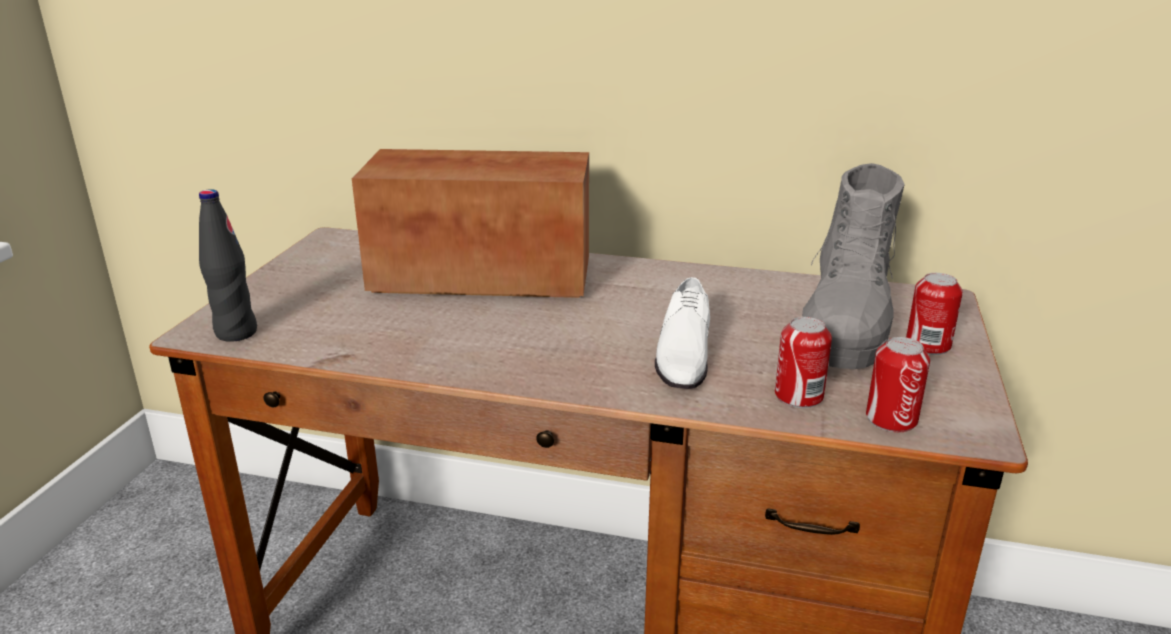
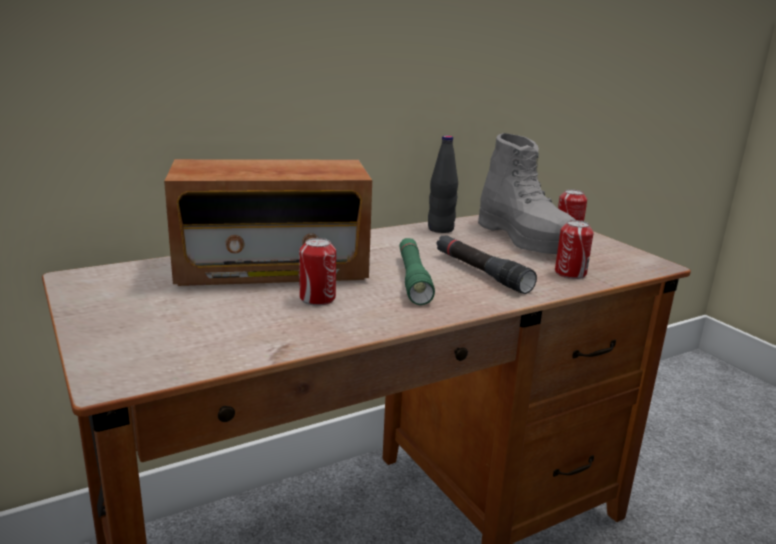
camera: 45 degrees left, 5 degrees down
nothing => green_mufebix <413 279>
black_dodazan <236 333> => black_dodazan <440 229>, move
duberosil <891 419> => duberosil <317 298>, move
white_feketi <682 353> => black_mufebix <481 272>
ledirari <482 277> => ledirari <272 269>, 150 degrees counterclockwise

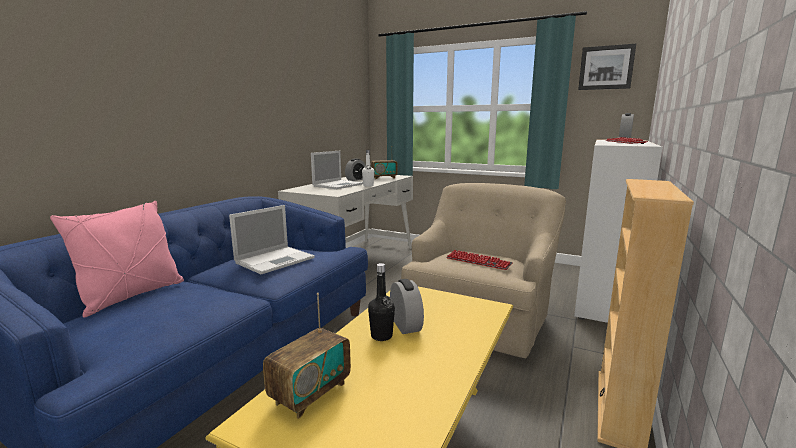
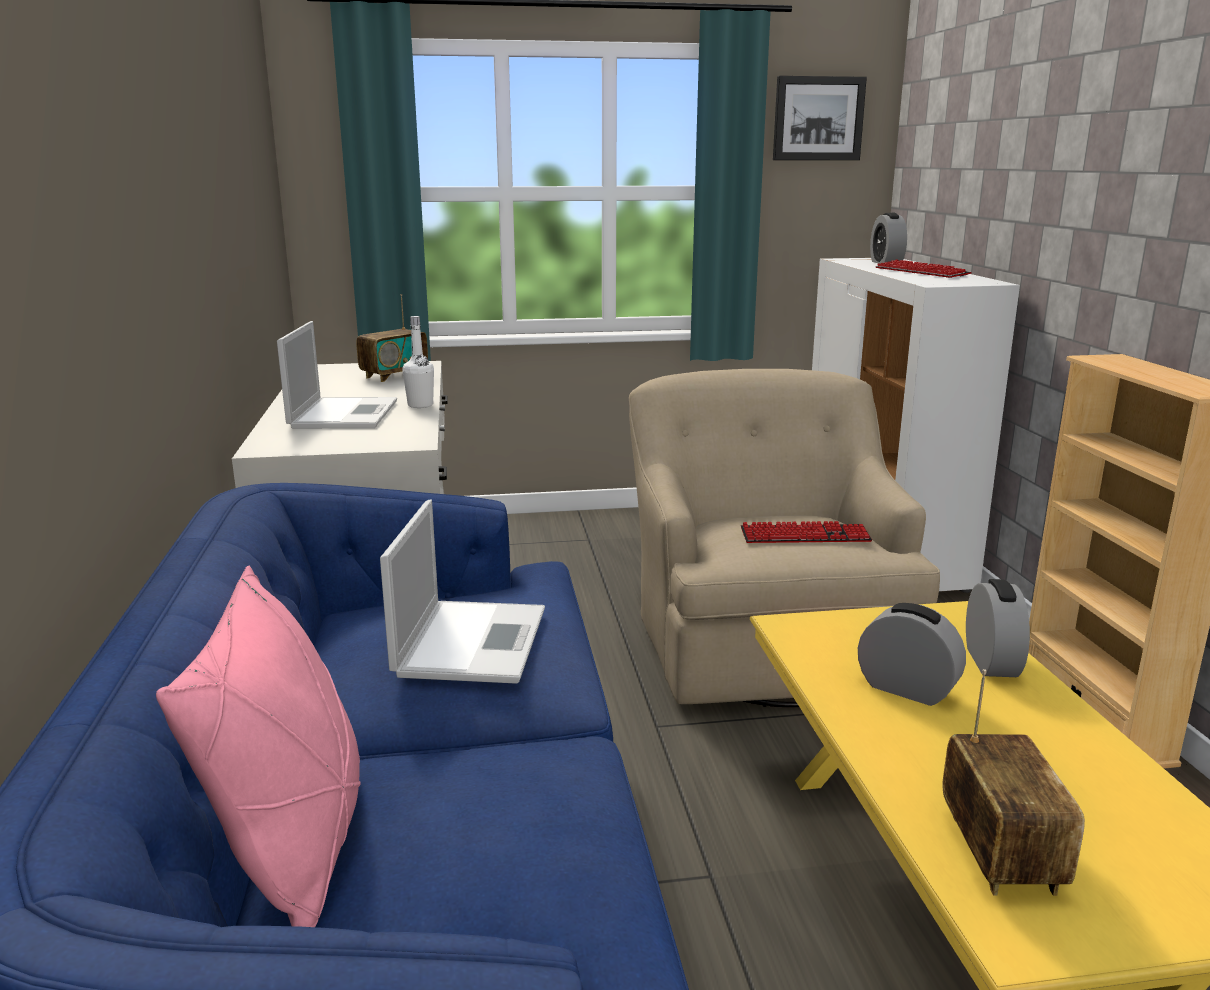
camera: 35 degrees left, 5 degrees up
black_dodazan <381 336> => nothing
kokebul <356 179> => kokebul <991 662>, move

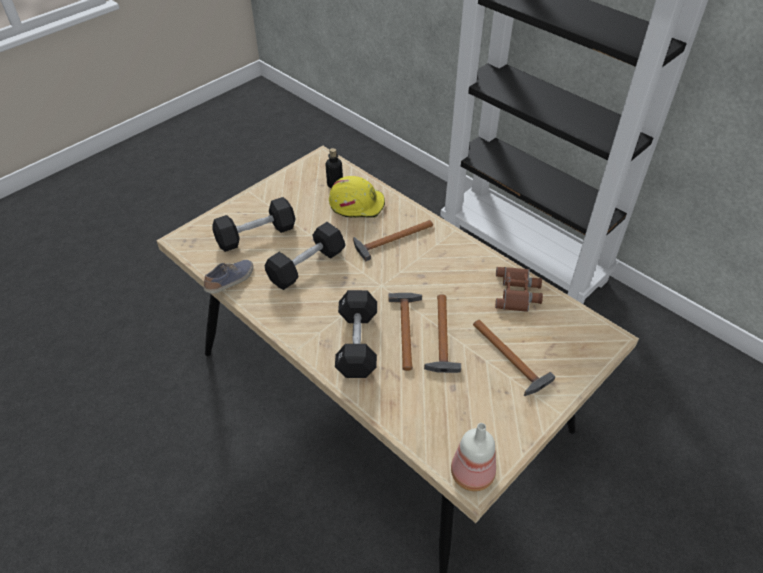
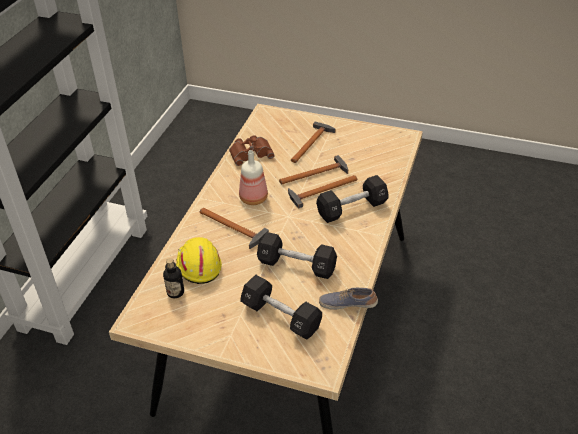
camera: 115 degrees left, 5 degrees down
dodazan <472 473> => dodazan <252 198>, move

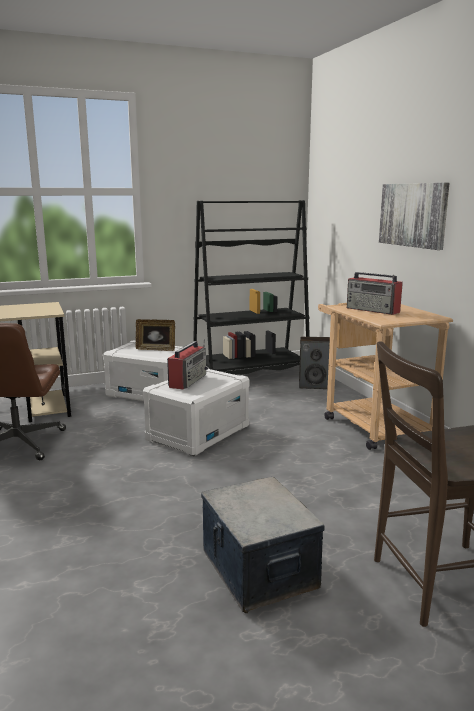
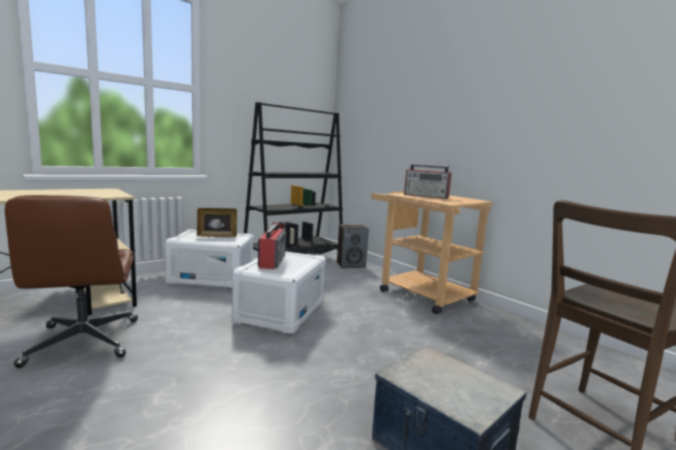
camera: 20 degrees left, 5 degrees down
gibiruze <413 215> => nothing

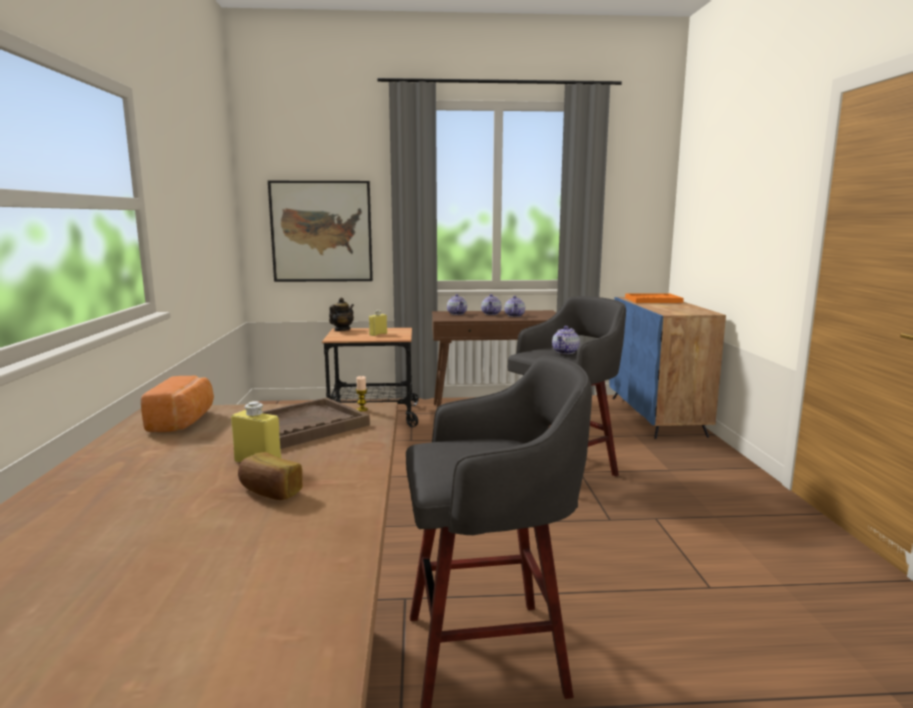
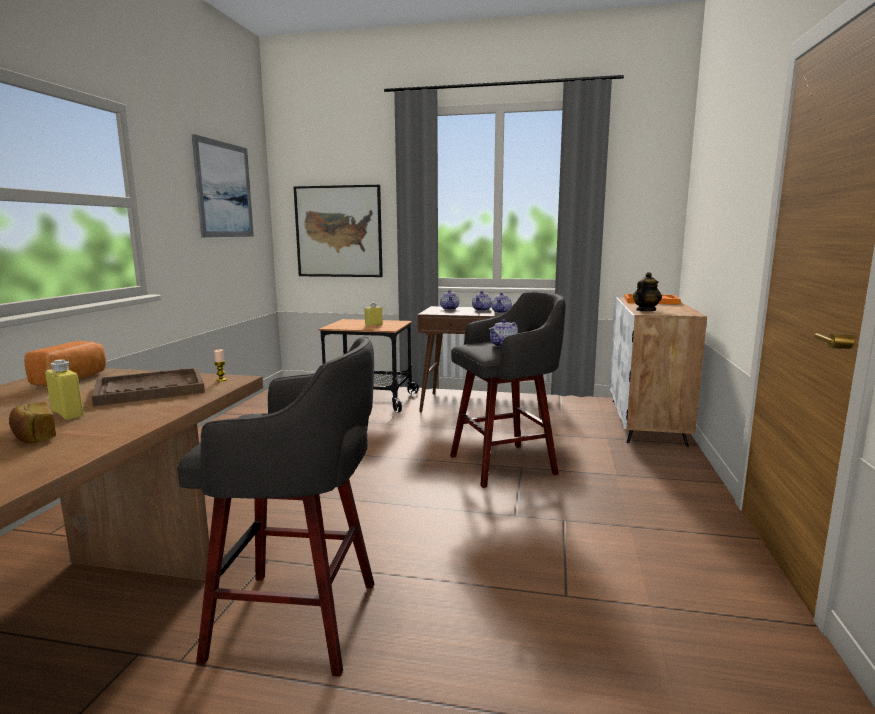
camera: 15 degrees right, 0 degrees up
nothing => gibiruze <224 190>
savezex <342 330> => savezex <645 311>, move
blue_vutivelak <656 416> => white_vutivelak <646 421>

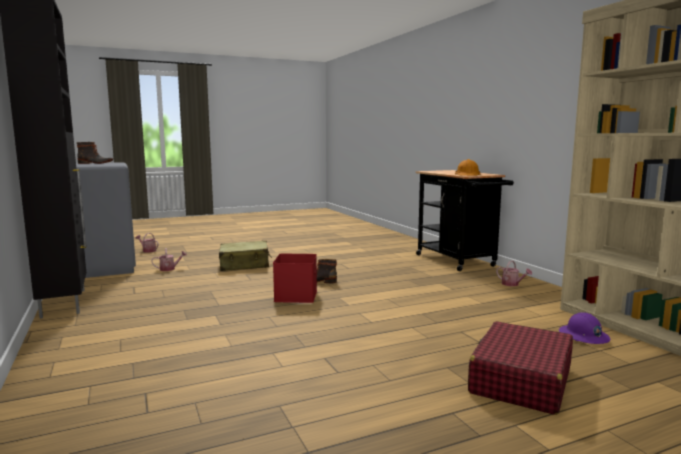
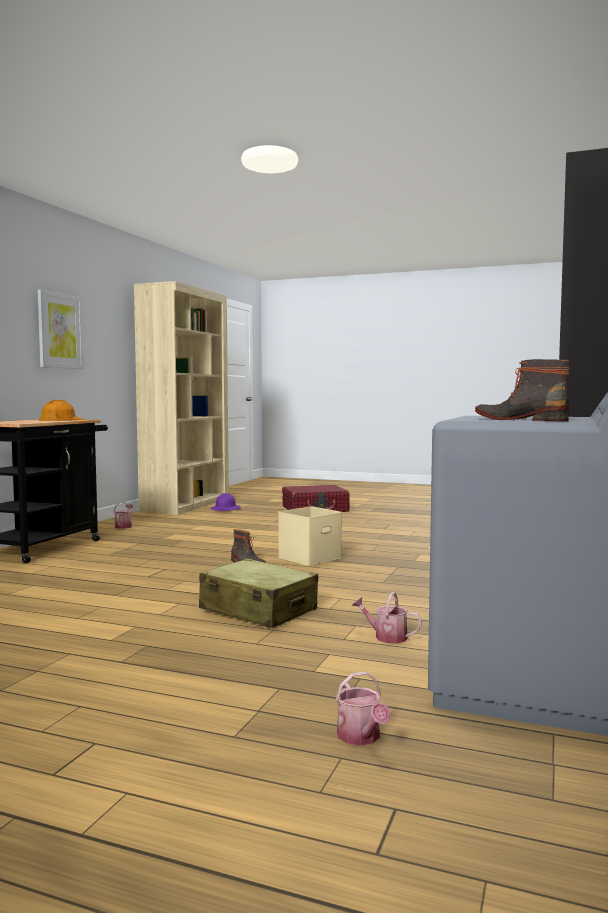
camera: 135 degrees left, 5 degrees down
nothing => gibiruze <60 331>
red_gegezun <295 295> => beige_gegezun <309 558>

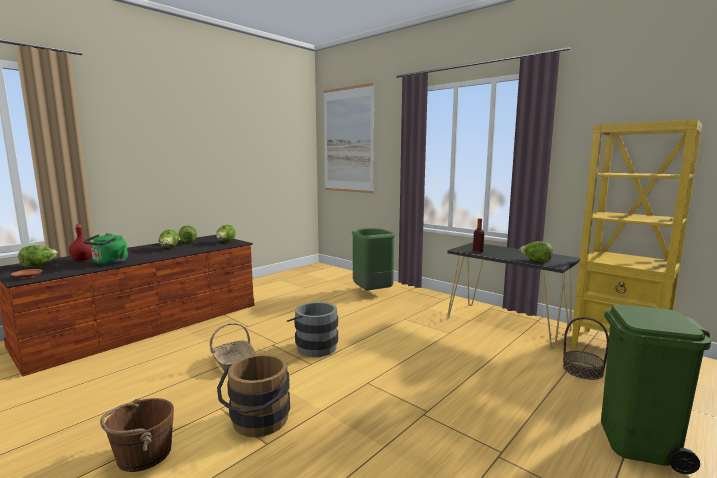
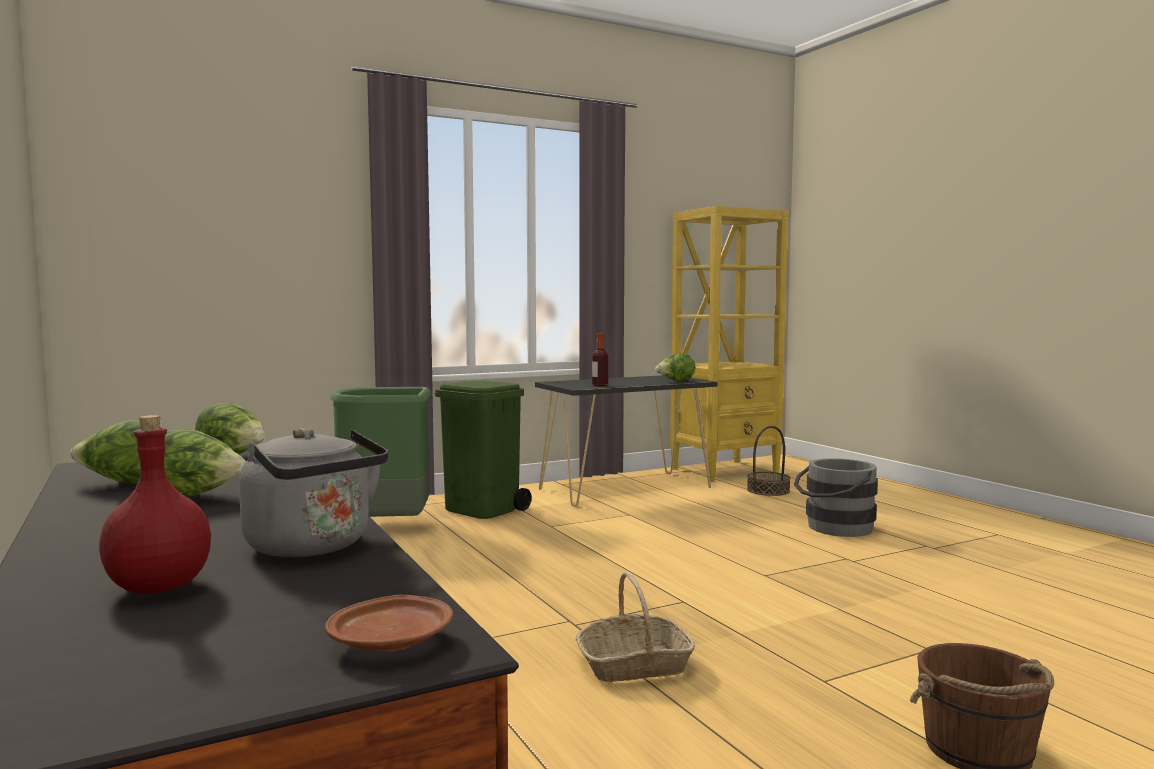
camera: 70 degrees left, 5 degrees down
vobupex <39 266> => nothing
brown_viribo <258 423> => nothing
gibiruze <348 140> => nothing
grey_viribo <314 346> => grey_viribo <835 528>, move
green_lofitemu <638 443> => green_lofitemu <483 510>, move
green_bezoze <109 263> => grey_bezoze <314 547>

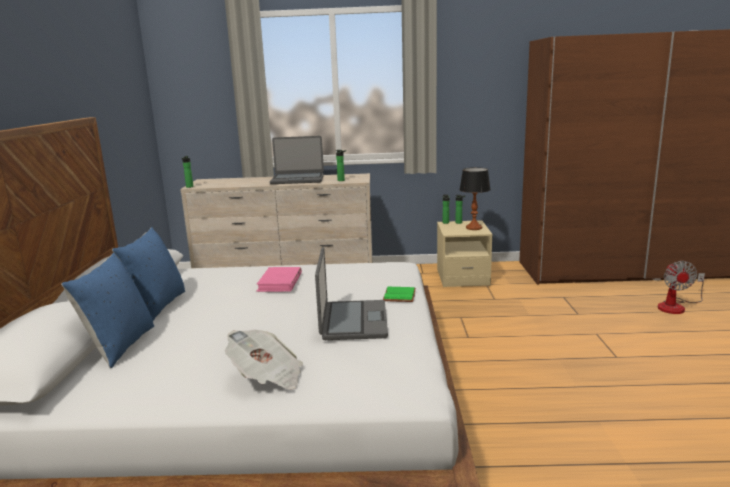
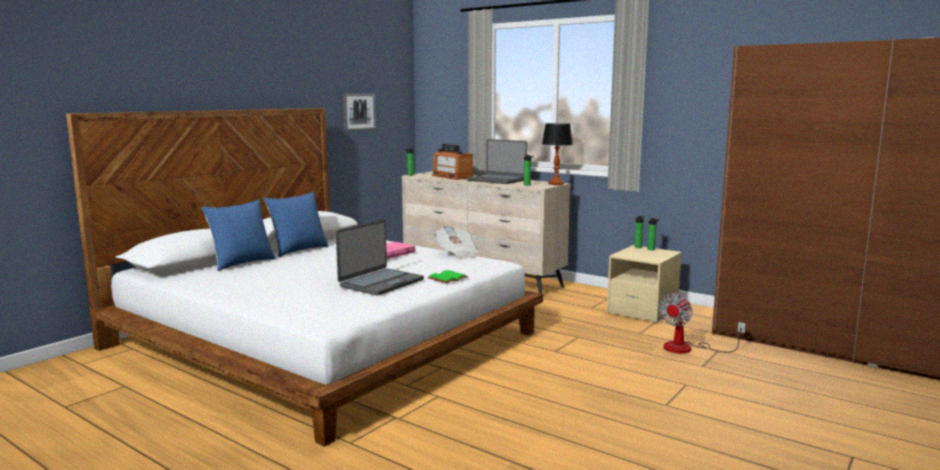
camera: 35 degrees right, 5 degrees down
nothing => gibiruze <358 111>
nothing => ledirari <452 176>
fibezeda <267 377> => fibezeda <457 254>, move
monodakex <474 228> => monodakex <556 183>, move
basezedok <676 306> => basezedok <688 348>, move

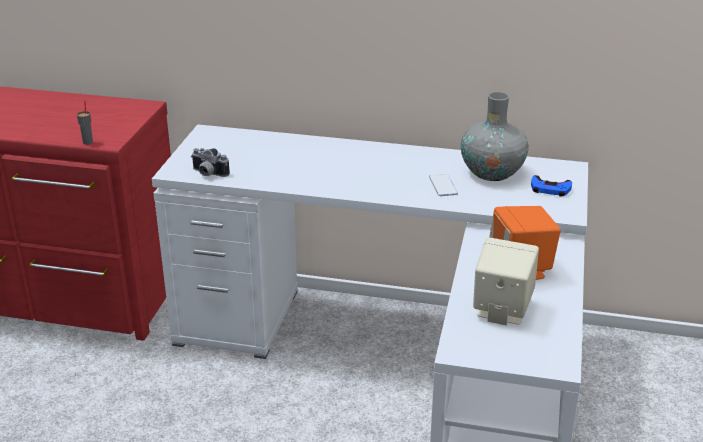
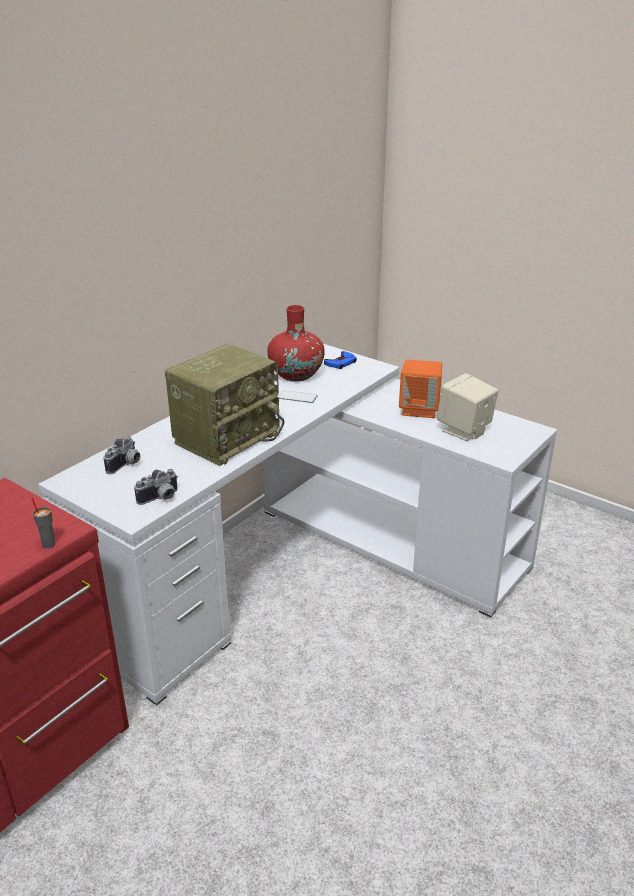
camera: 65 degrees left, 0 degrees up
nothing => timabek <126 465>
nothing => ledirari <227 437>
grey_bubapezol <492 172> => red_bubapezol <296 374>

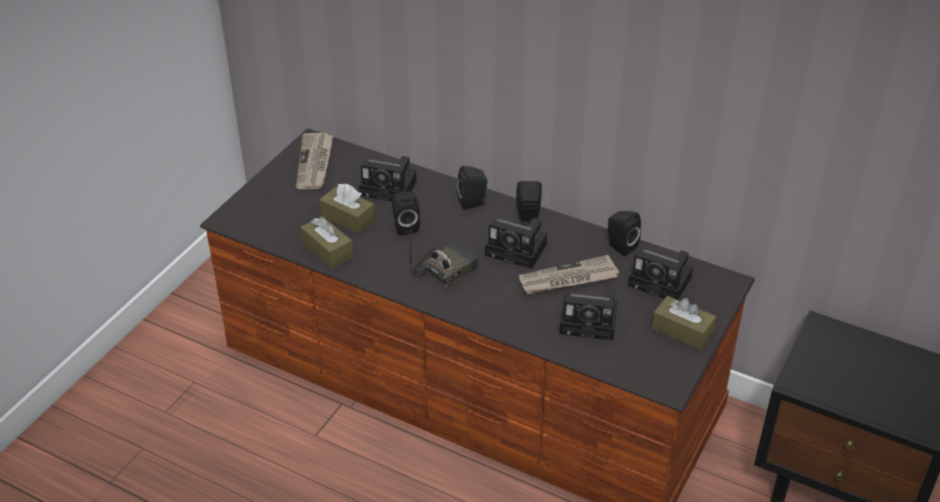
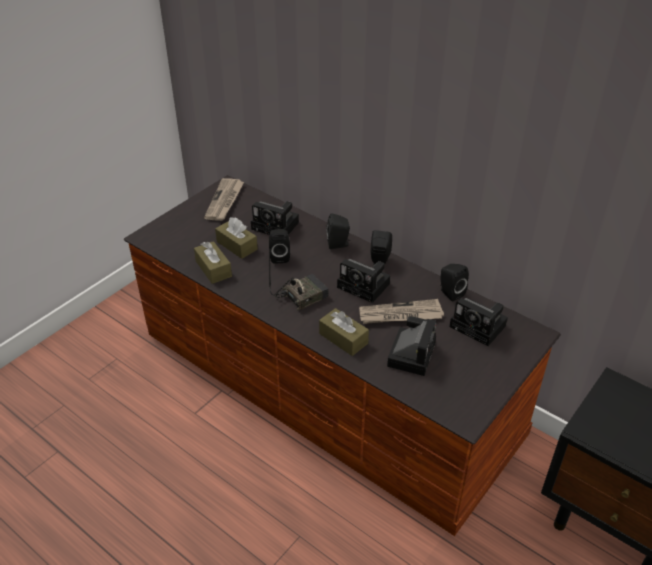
camera: 10 degrees right, 0 degrees up
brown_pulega <682 331> => brown_pulega <343 338>, move
timabek <591 321> => timabek <411 353>, 90 degrees counterclockwise

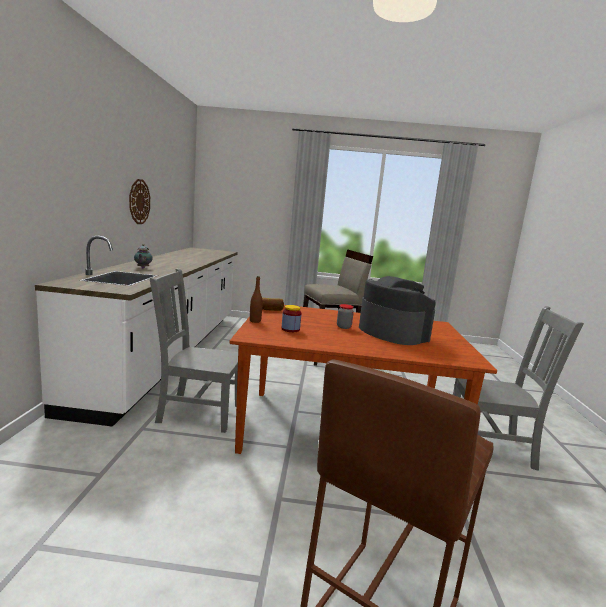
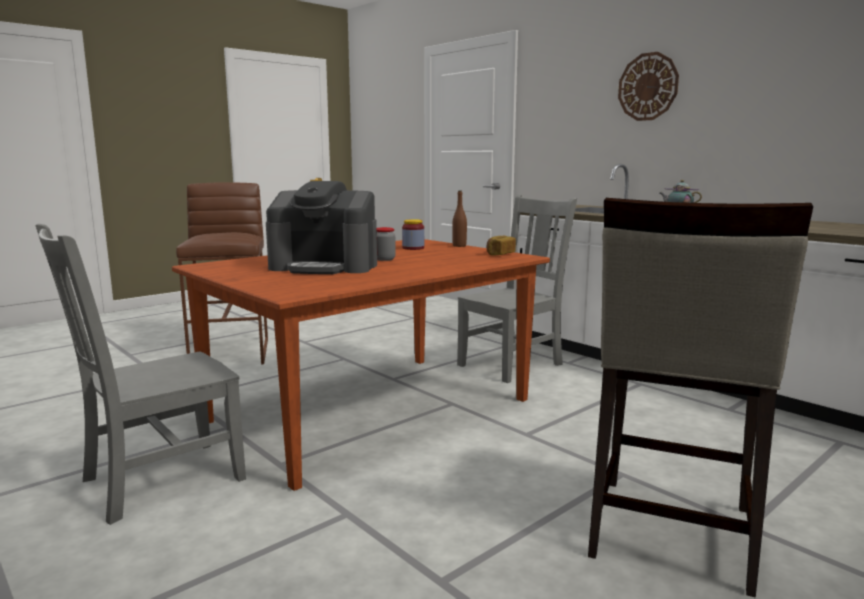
camera: 135 degrees right, 0 degrees up
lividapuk <139 201> => lividapuk <648 87>, move

